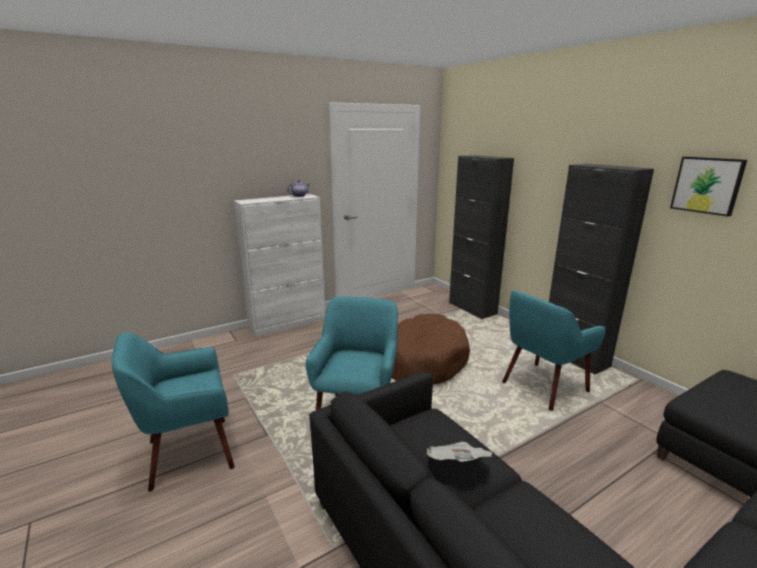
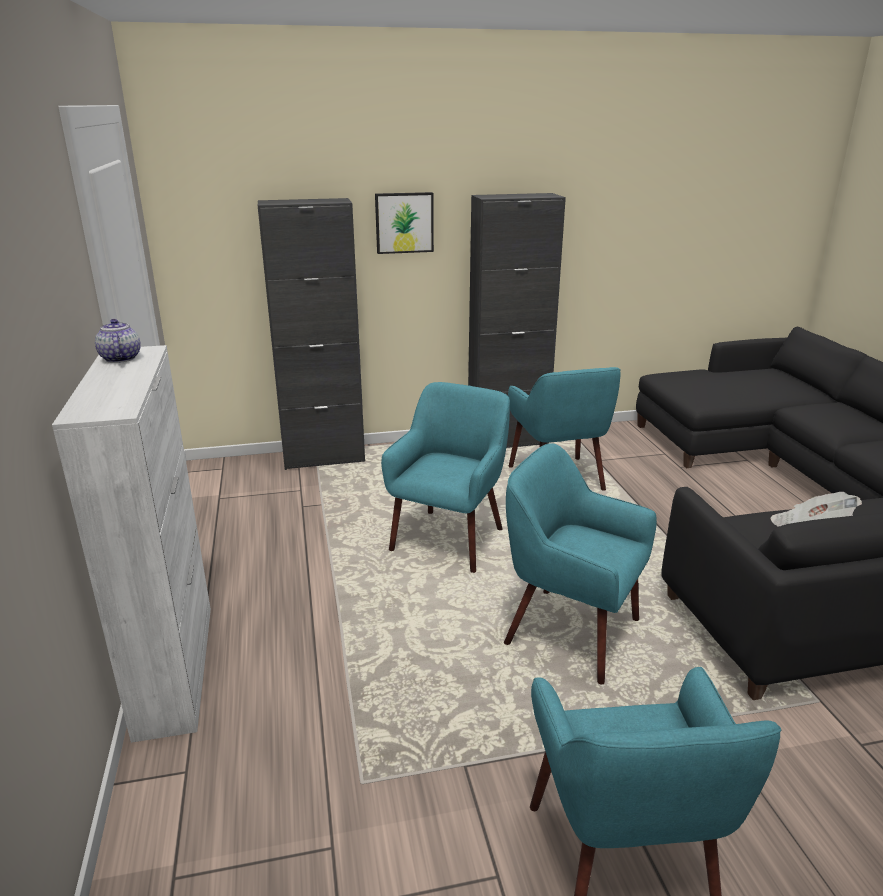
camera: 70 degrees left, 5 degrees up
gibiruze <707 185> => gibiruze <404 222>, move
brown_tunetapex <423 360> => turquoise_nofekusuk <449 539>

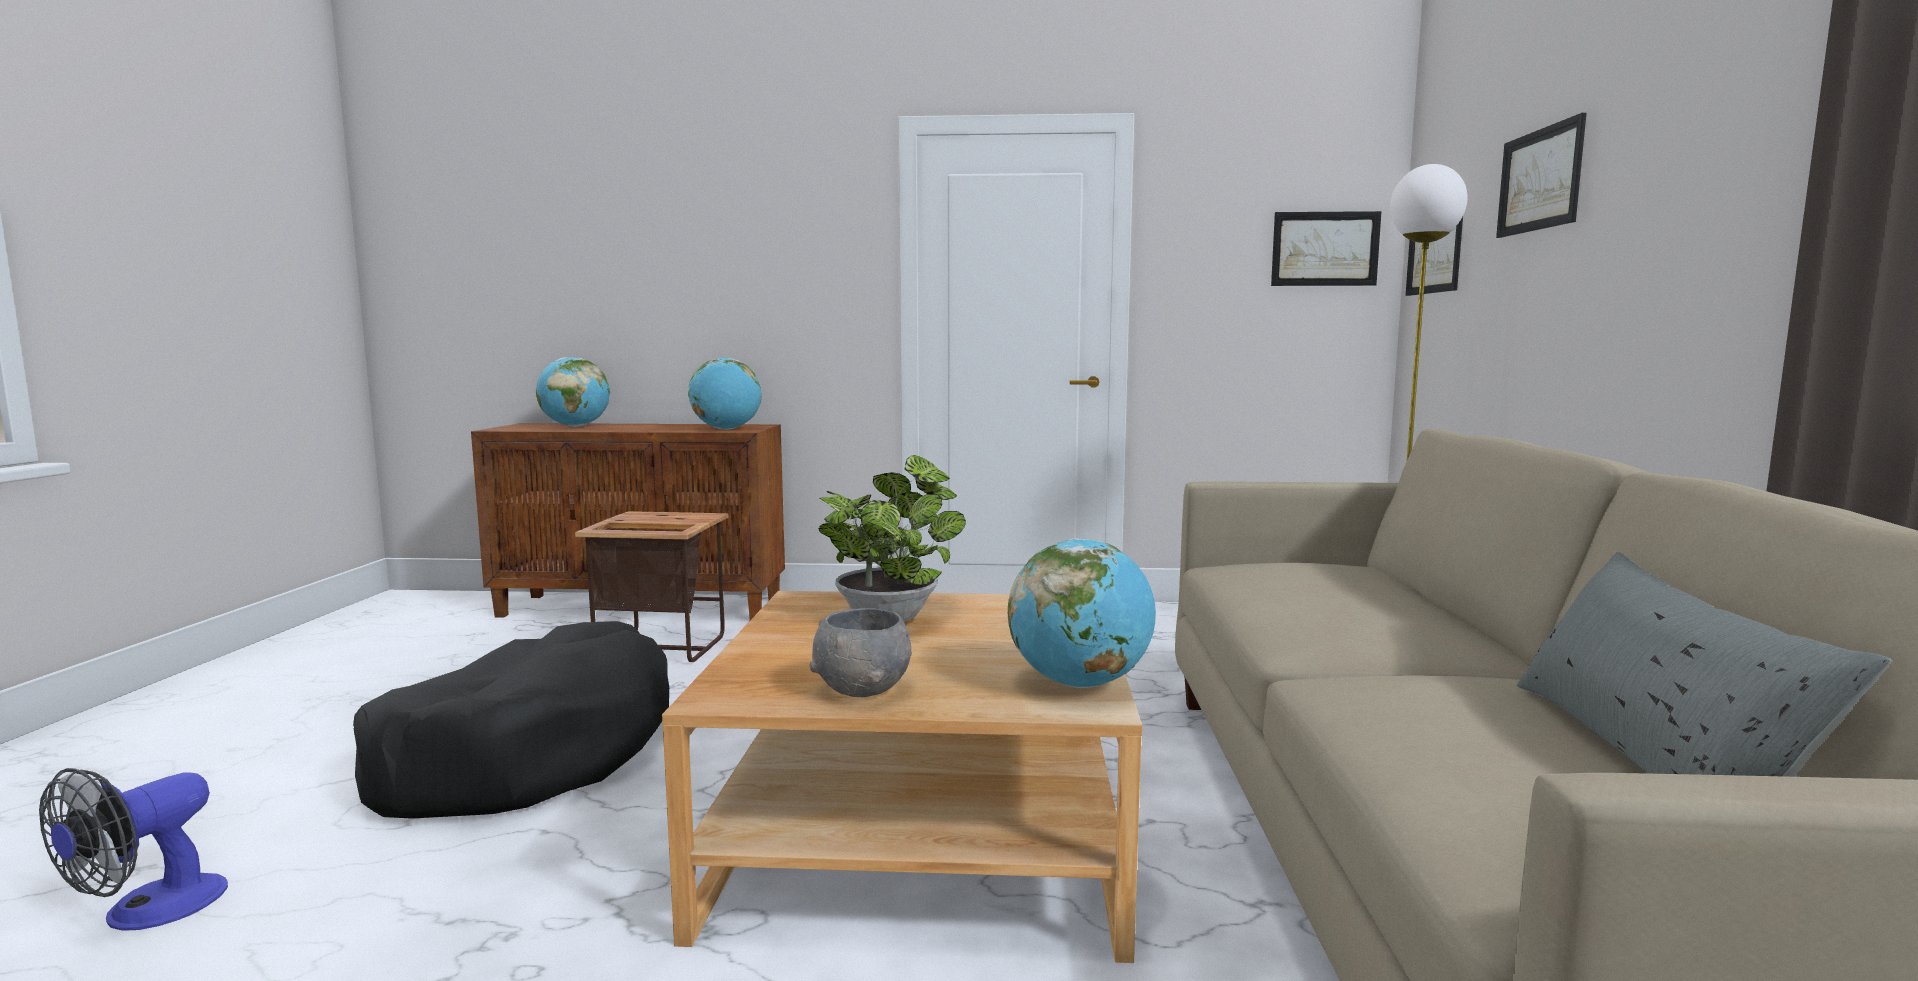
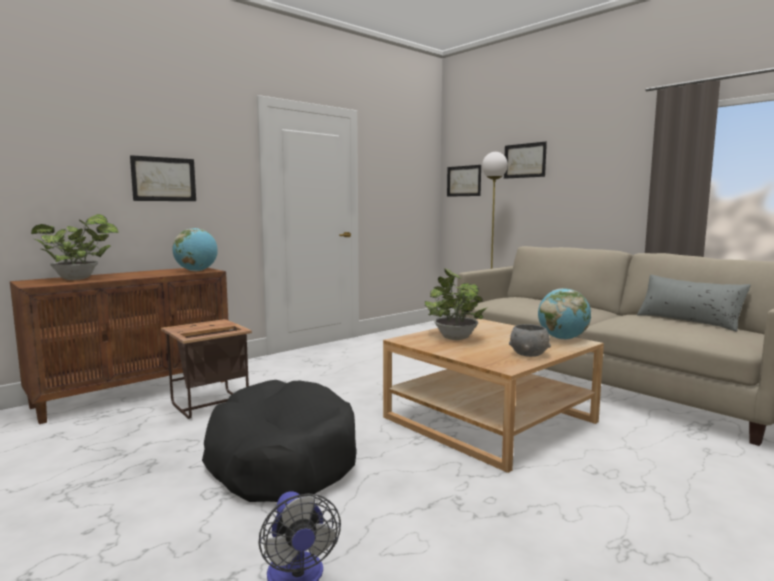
camera: 45 degrees left, 0 degrees up
gibiruze <1325 249> => gibiruze <164 179>, move
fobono <575 426> => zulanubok <80 278>

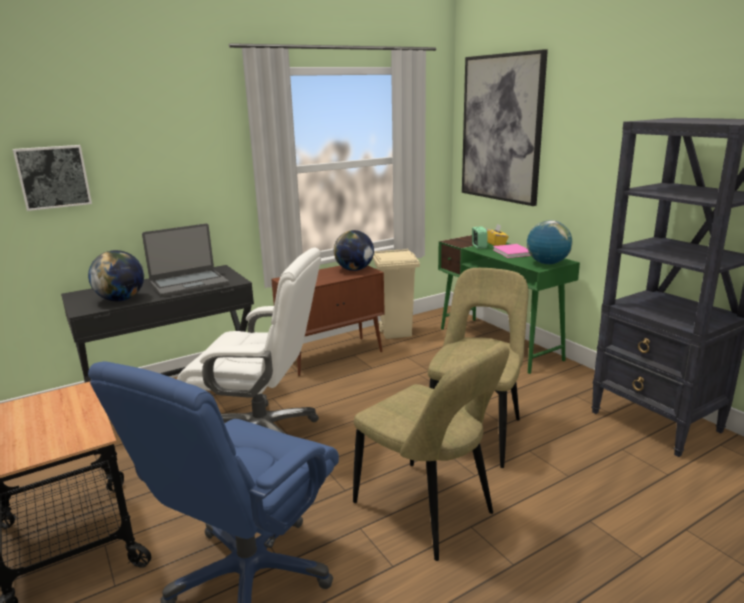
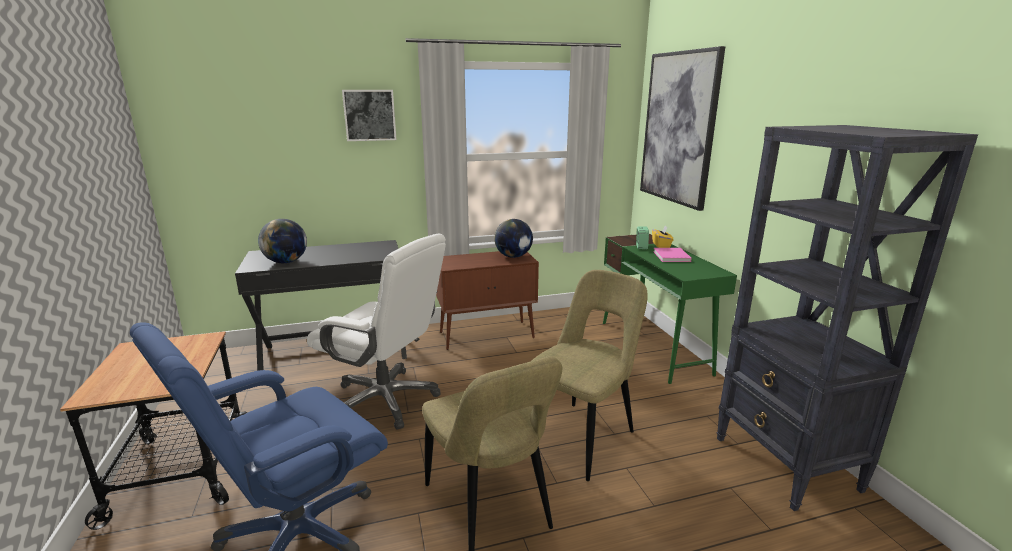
camera: 15 degrees right, 0 degrees up
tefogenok <189 284> => nothing
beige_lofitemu <396 333> => nothing
fobono <547 263> => nothing
gibiruze <53 177> => gibiruze <369 115>, move

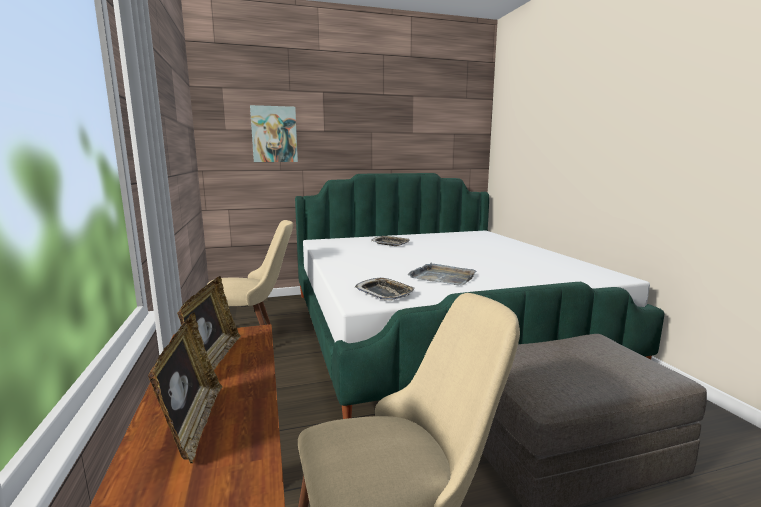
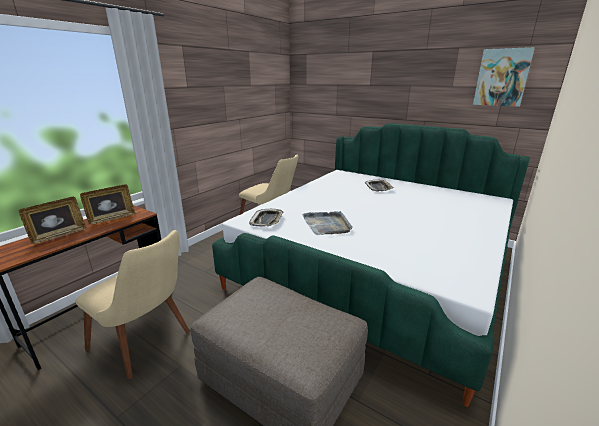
camera: 50 degrees right, 10 degrees up
gibiruze <274 134> => gibiruze <502 77>, move

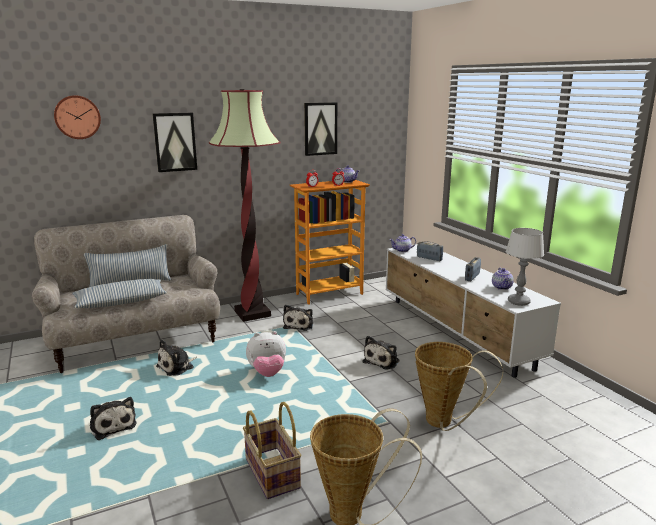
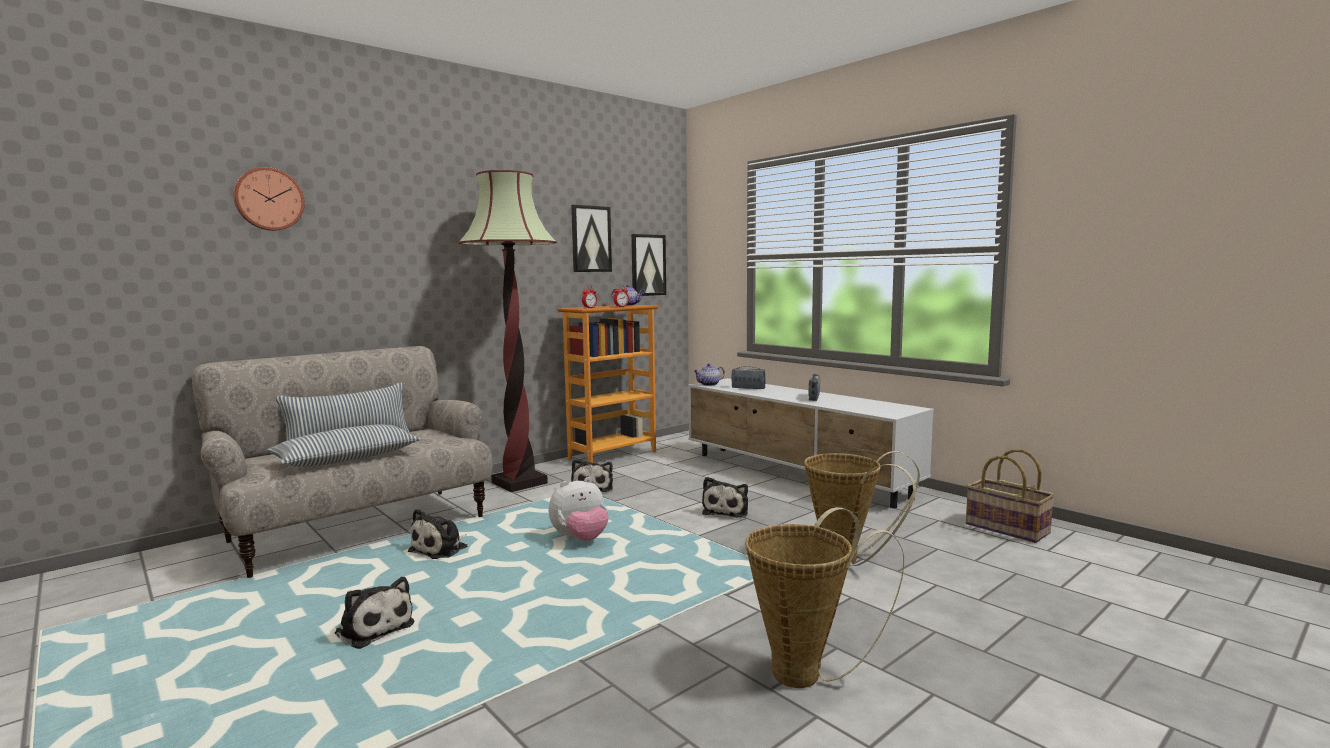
camera: 15 degrees left, 10 degrees down
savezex <502 287> => nothing
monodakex <519 302> => nothing
gibiruze <175 142> => gibiruze <648 265>, move
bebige <271 473> => bebige <1006 529>, move

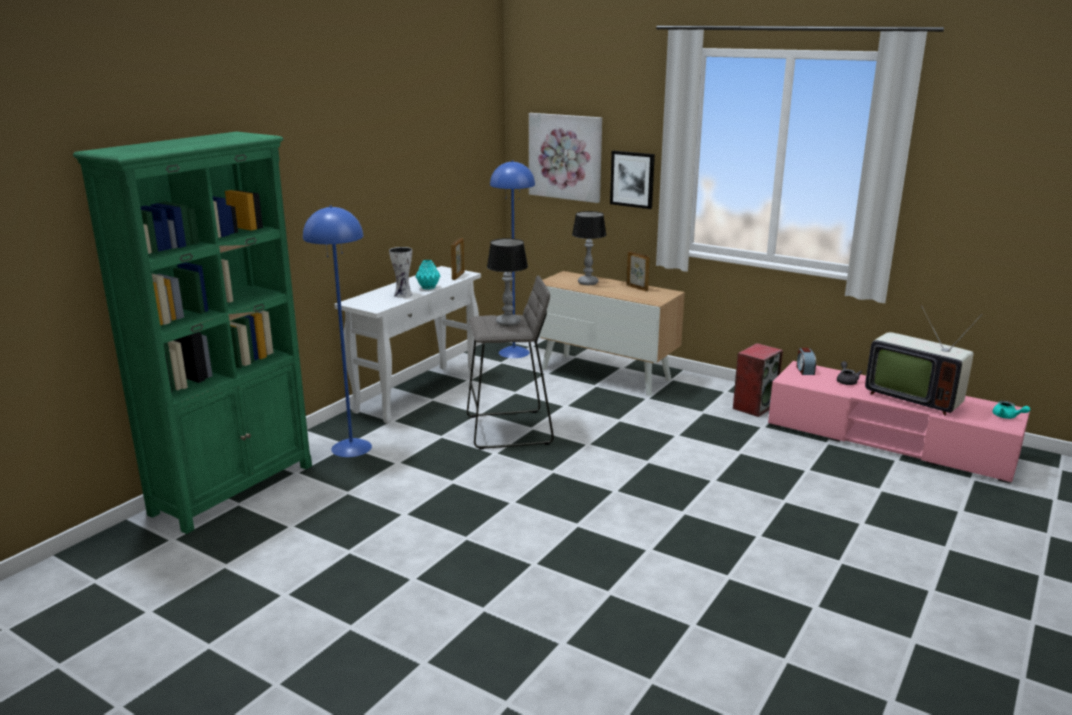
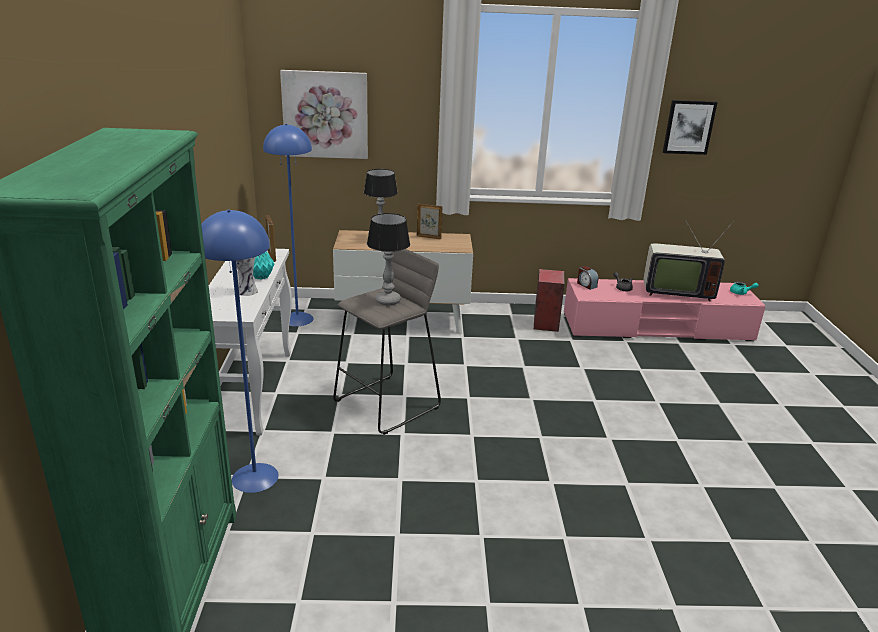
camera: 35 degrees left, 5 degrees up
gibiruze <632 179> => gibiruze <688 127>, move

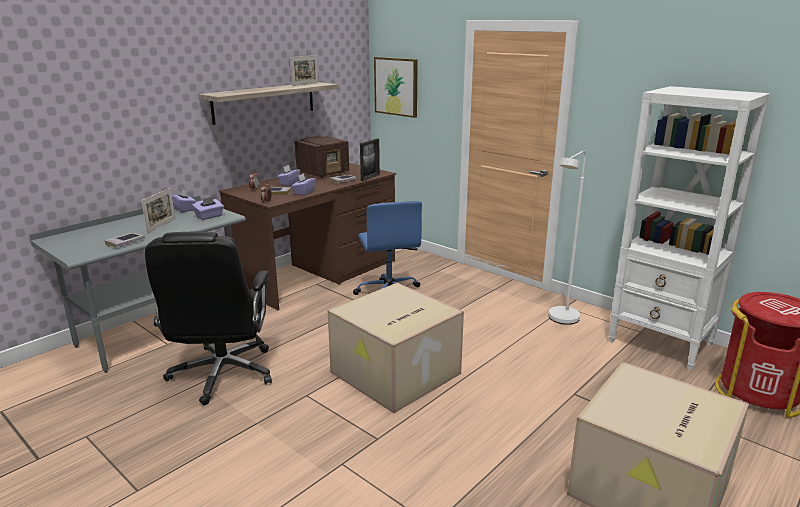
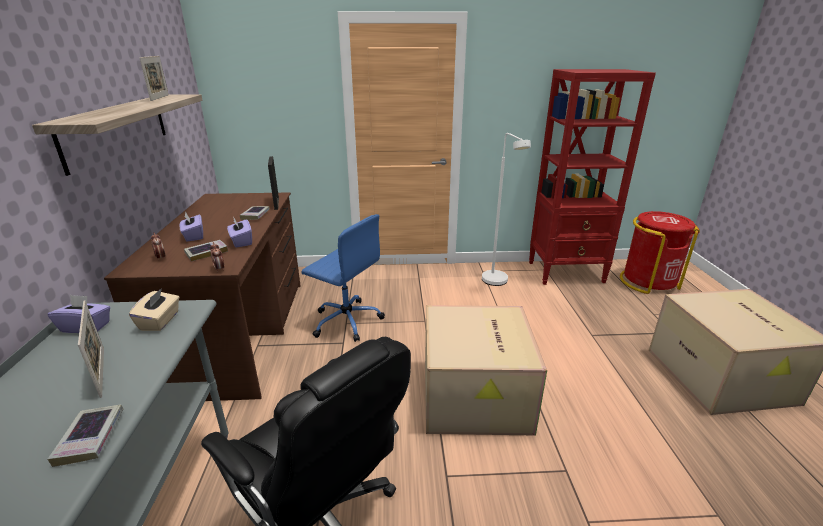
camera: 45 degrees left, 5 degrees up
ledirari <324 173> => nothing
gibiruze <396 86> => nothing
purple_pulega <209 216> => beige_pulega <160 321>
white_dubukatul <661 343> => red_dubukatul <566 272>

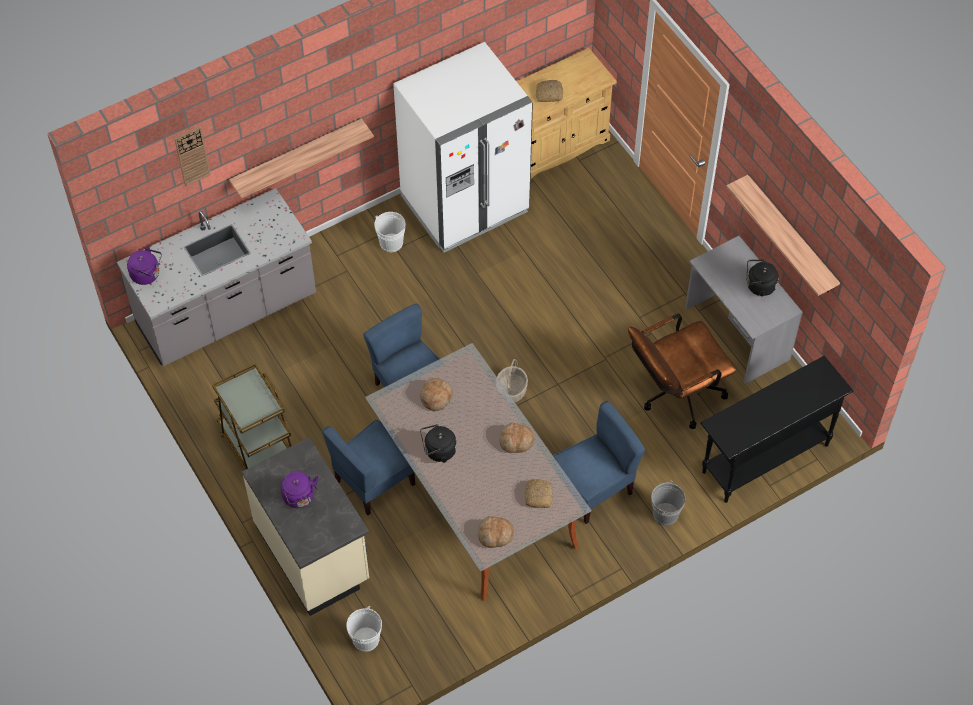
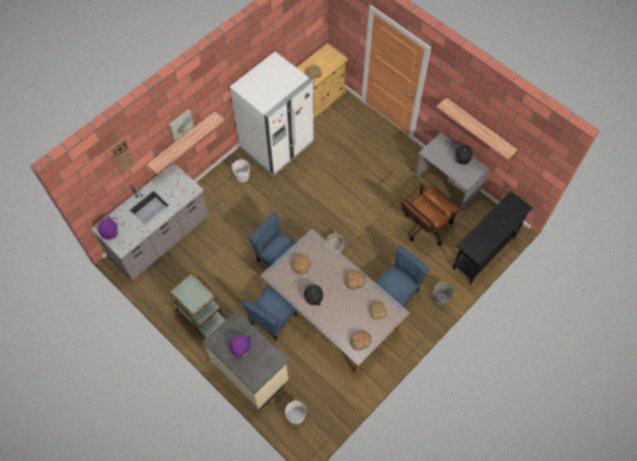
camera: 15 degrees left, 5 degrees up
nothing => gibiruze <180 124>

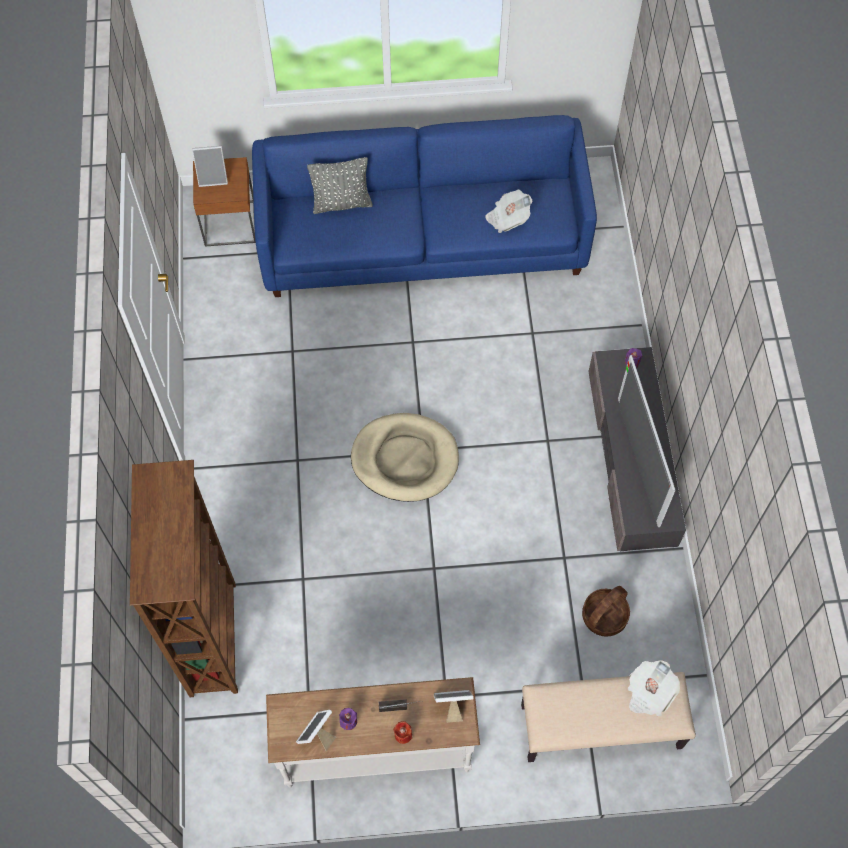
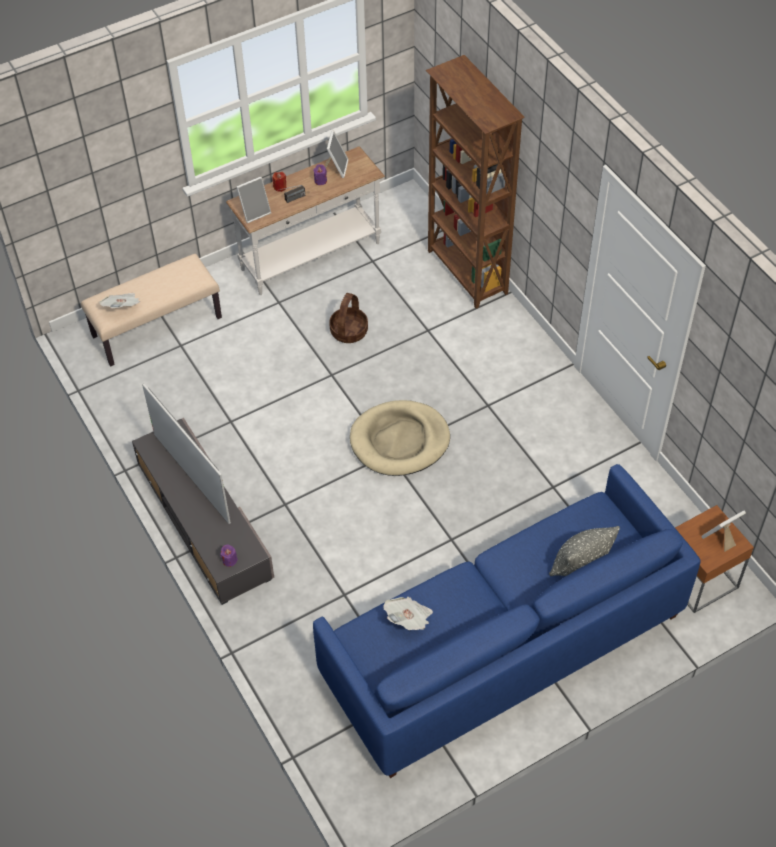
camera: 155 degrees right, 10 degrees down
bebige <604 616> => bebige <349 331>, move

